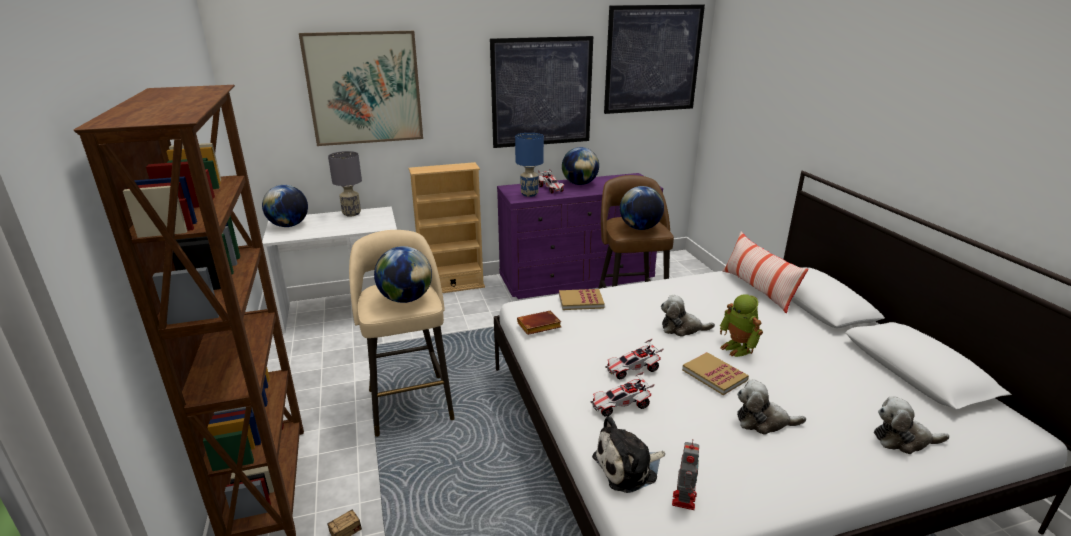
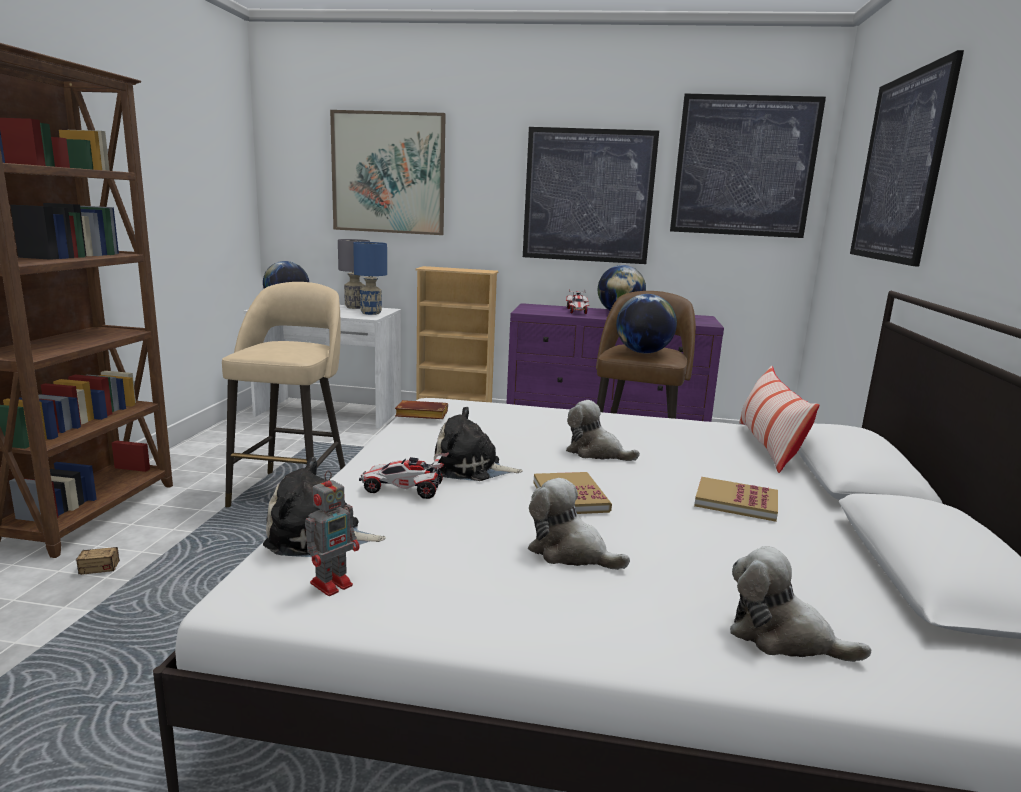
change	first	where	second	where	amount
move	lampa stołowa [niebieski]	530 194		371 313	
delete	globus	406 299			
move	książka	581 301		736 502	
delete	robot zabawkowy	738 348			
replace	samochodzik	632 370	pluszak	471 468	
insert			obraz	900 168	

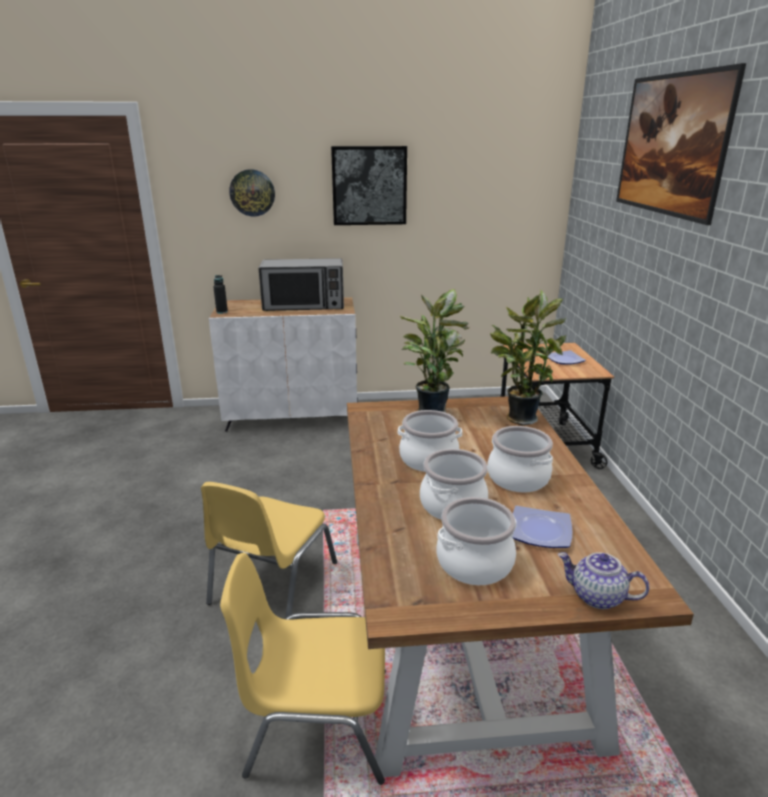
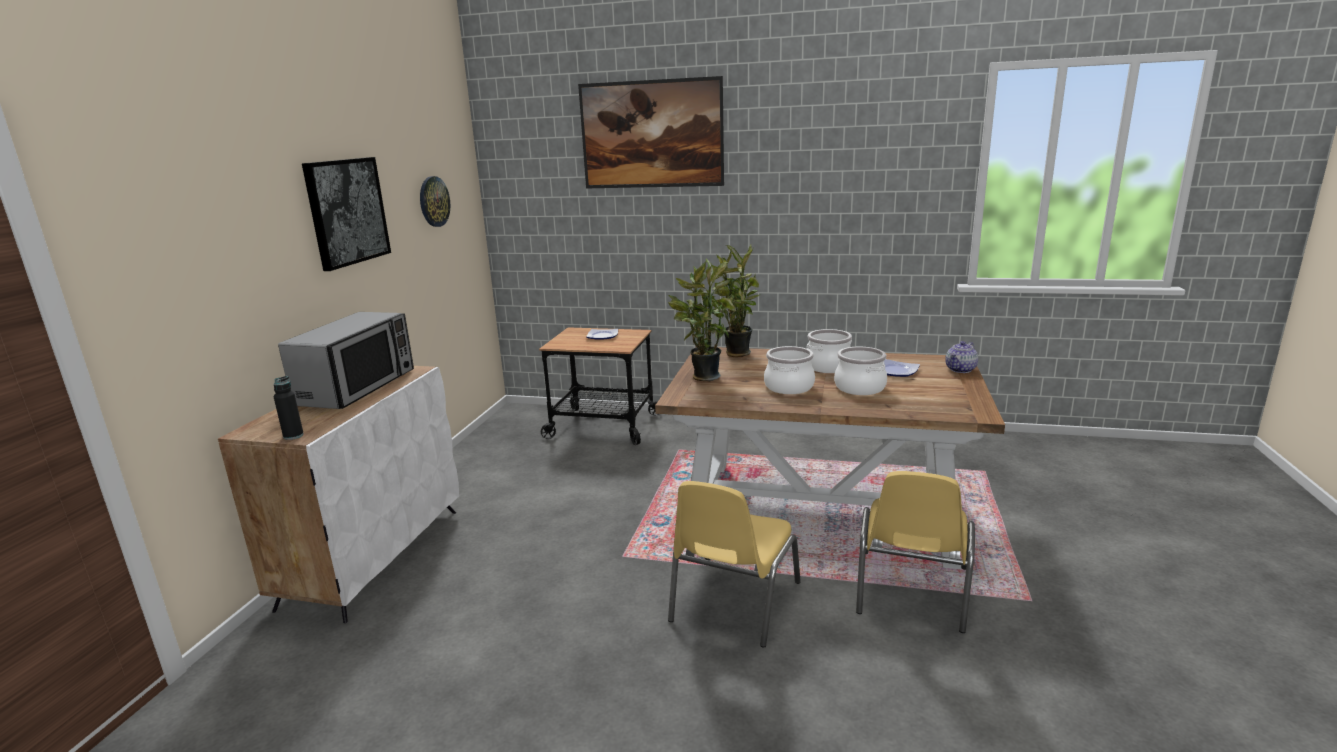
change	first	where	second	where	amount
move	zegar ścienny	252 193		433 201	
rotate	krzesło [żółty]	271 584		733 602	75 degrees clockwise
delete	garnek	475 563			

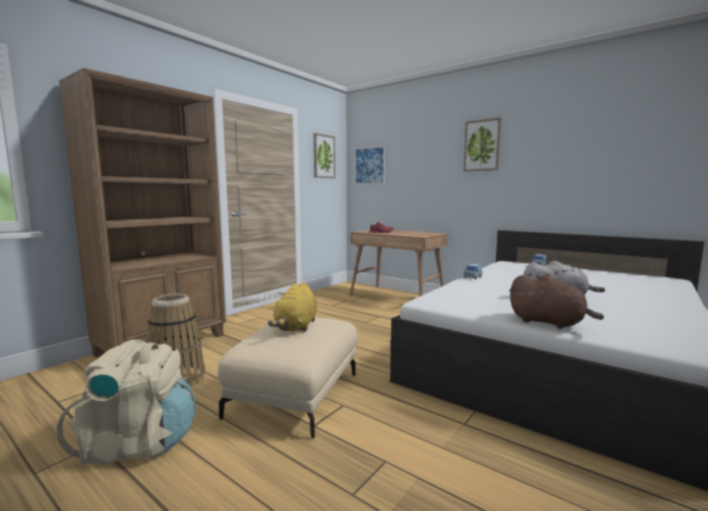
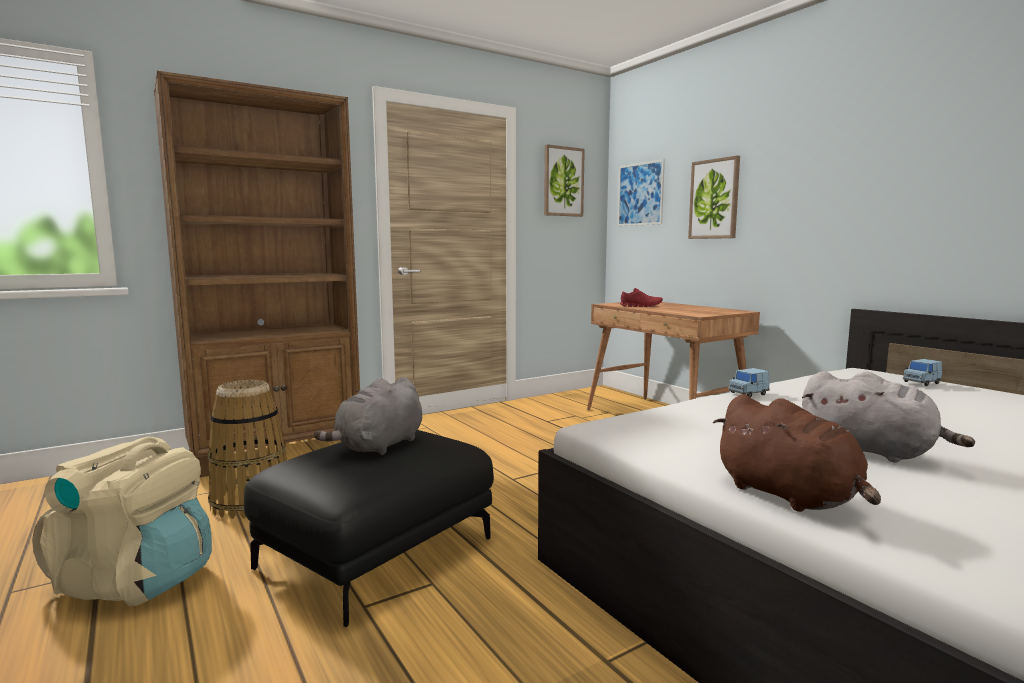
change	first	where	second	where	amount
move	obraz	482 145		714 199	
recolor	pluszak [żółty]	296 327	pluszak [szary]	379 446	
recolor	pufa [beżowy]	296 396	pufa [czarny]	378 555	

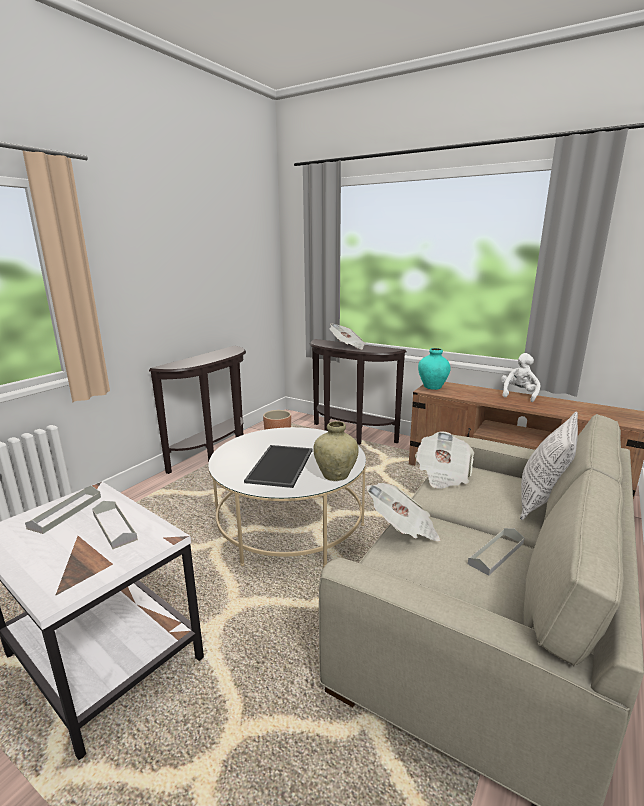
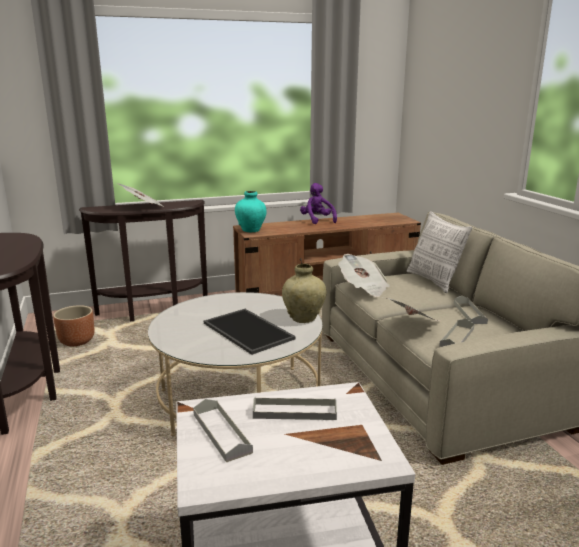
change	first	where	second	where	amount
recolor	pluszak [biały]	518 395	pluszak [fioletowy]	317 220	
insert			taca [szary]	457 337	

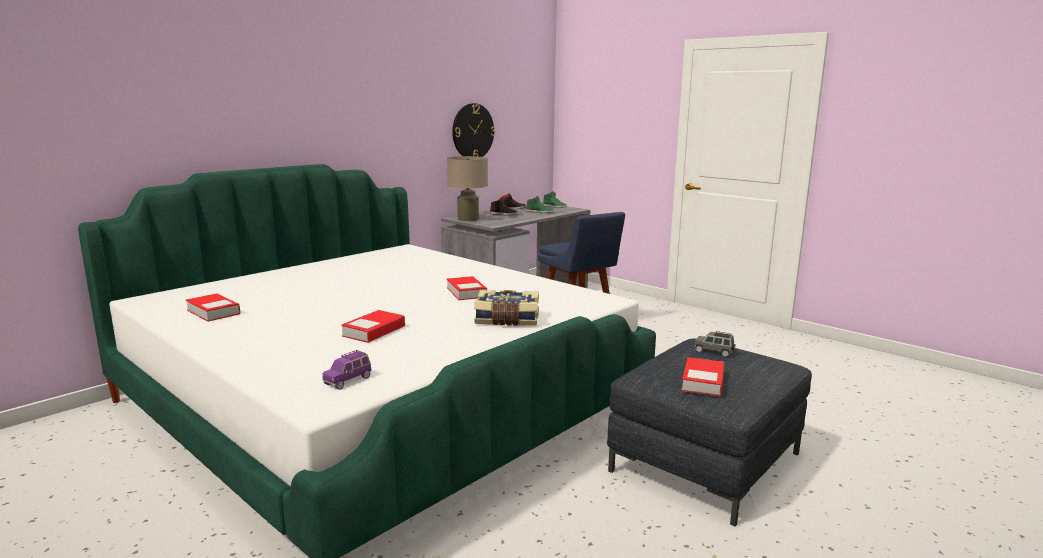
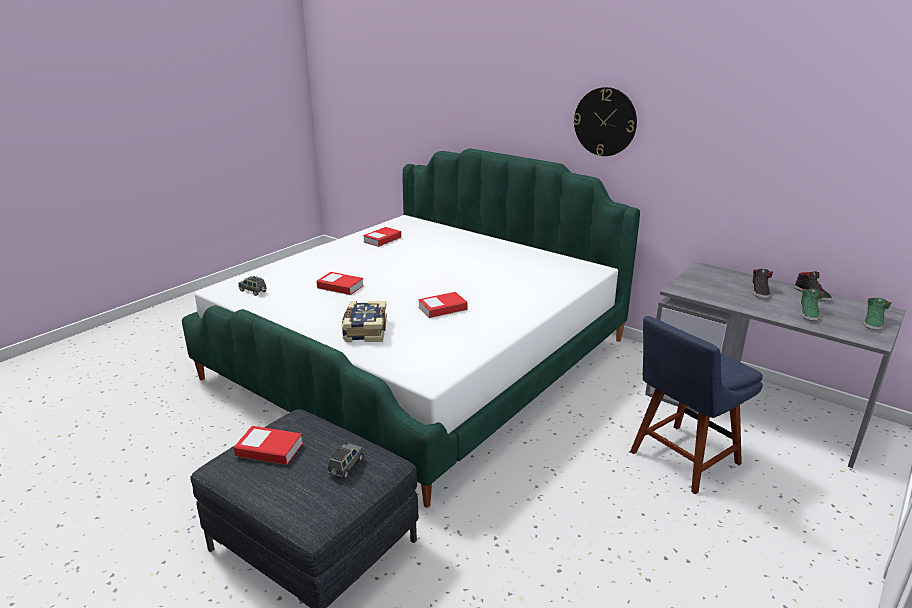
change	first	where	second	where	amount
move	zegar ścienny	473 131		605 122	
delete	lampa stołowa [beżowy]	468 219			
recolor	samochodzik [fioletowy]	348 380	samochodzik [szary]	253 291	

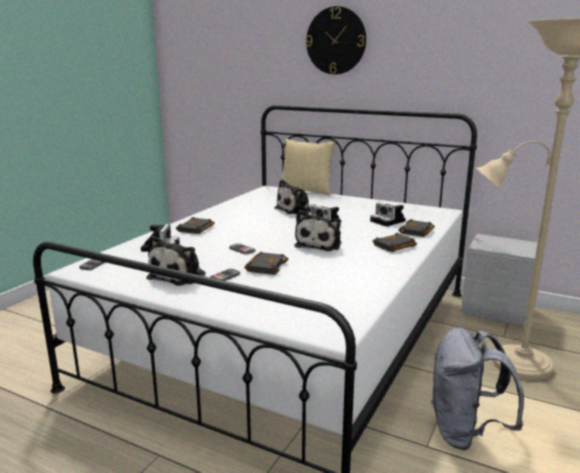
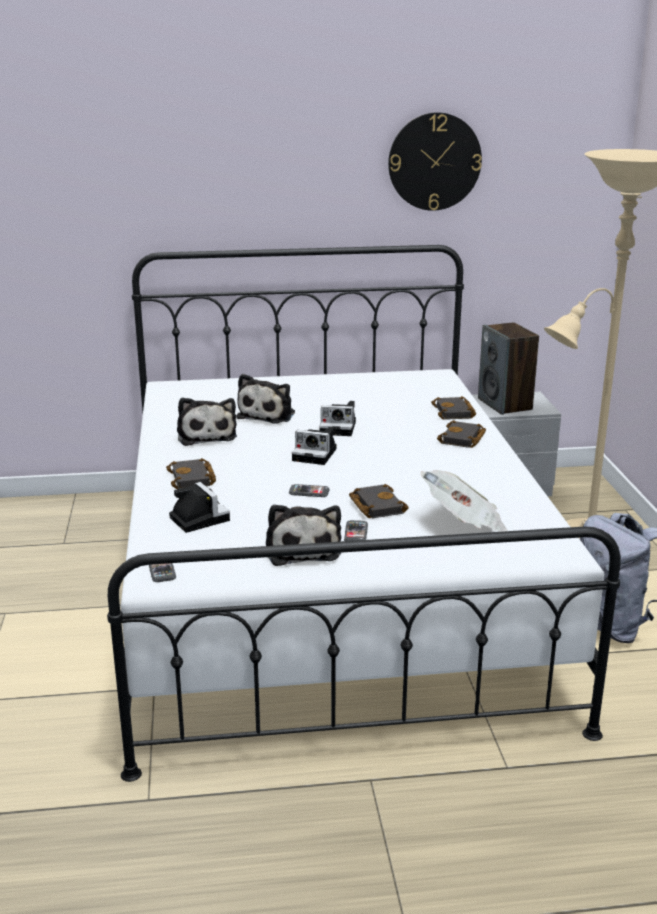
change	first	where	second	where	amount
move	zegar ścienny	336 41		434 162	
delete	poduszka	306 191			
move	aparat fotograficzny	389 221		316 454	
move	pluszak	319 244		206 435	
insert			głośnik	505 404	
insert			gazeta	464 523	

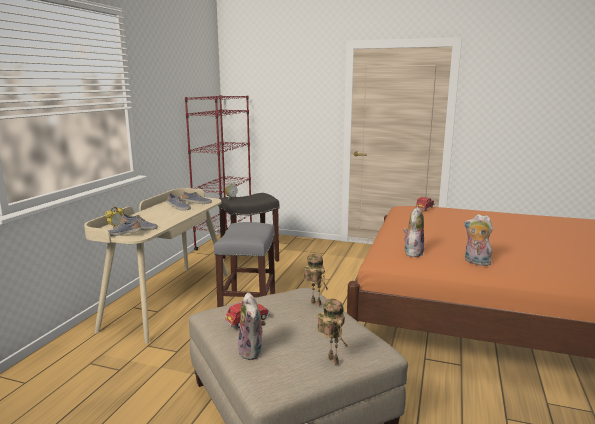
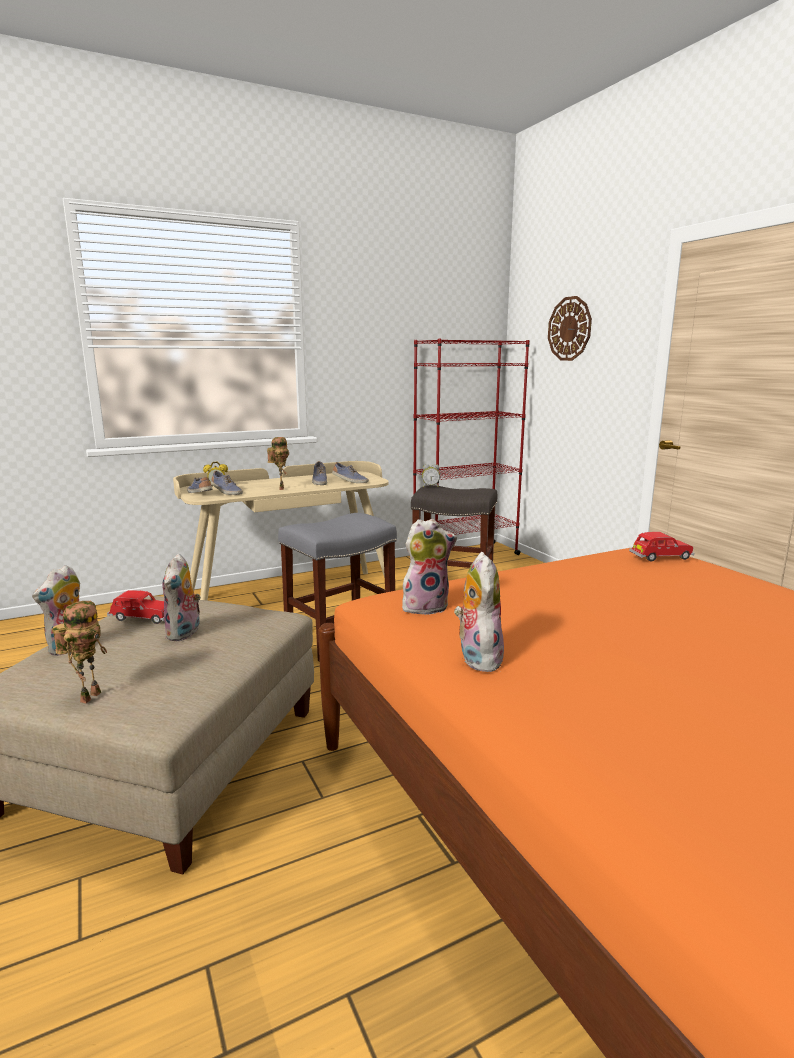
change	first	where	second	where	amount
move	robot zabawkowy	314 304		280 488	
insert			zegar ścienny	569 329	
insert			pluszak	185 633	

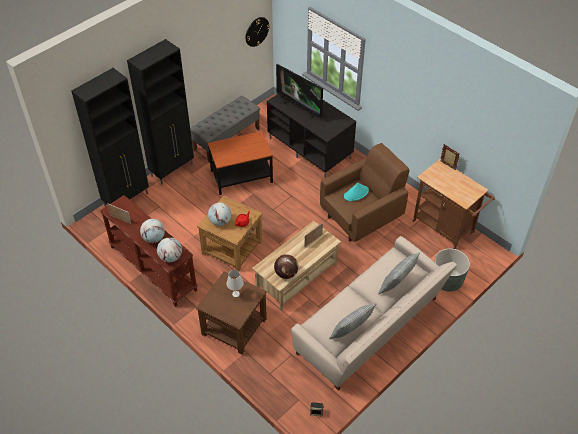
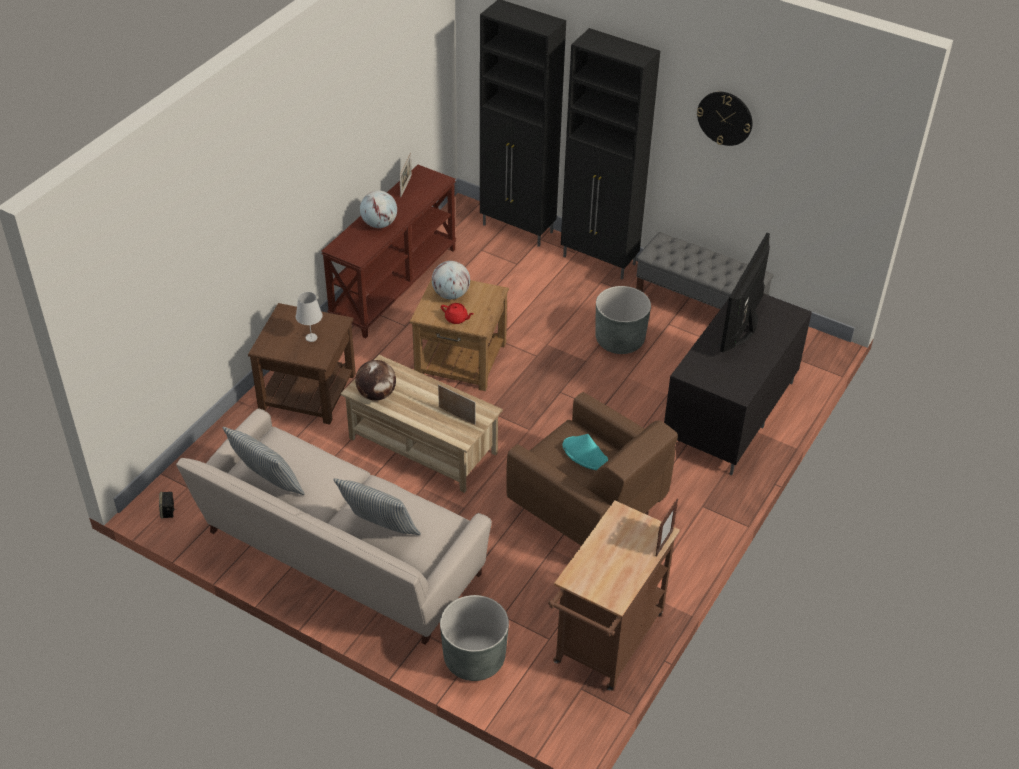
change	first	where	second	where	amount
move	zegar ścienny	256 31		725 118	
replace	stolik	241 176	donica [szary]	619 340	
delete	globus	170 257			

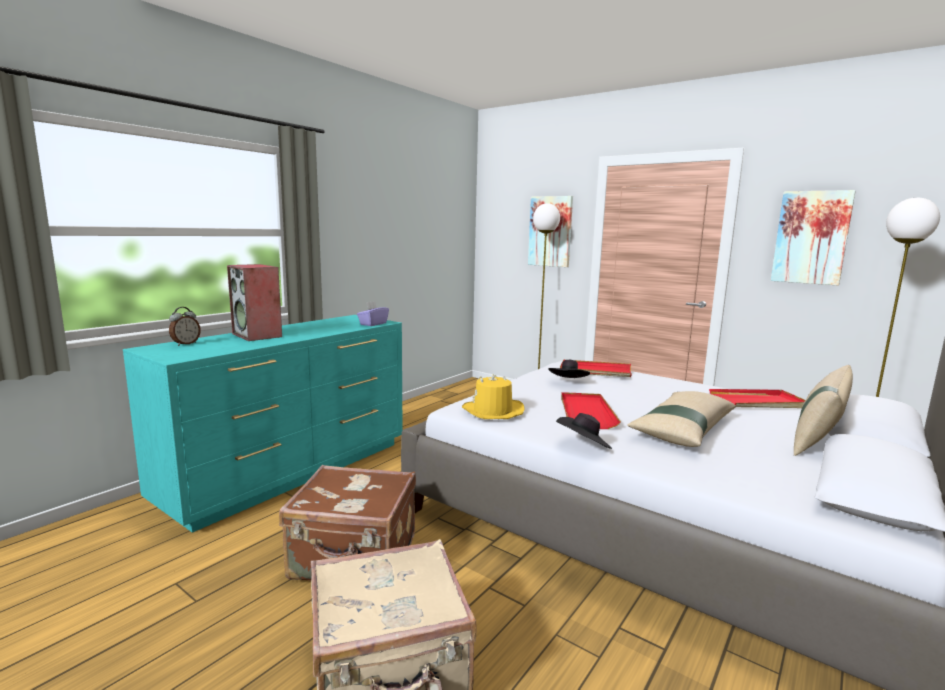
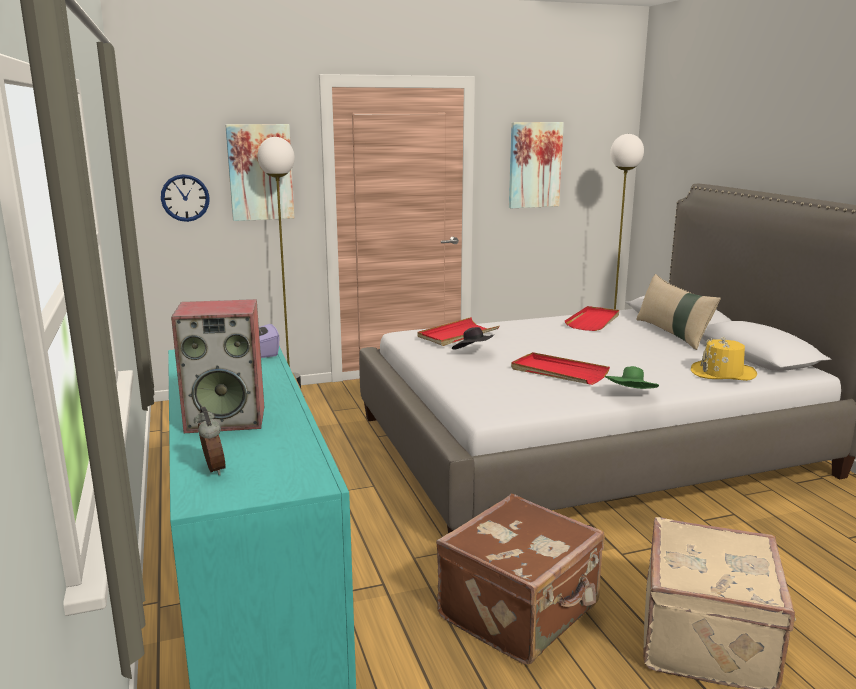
change	first	where	second	where	amount
move	kapelusz [żółty]	493 411		722 373	
delete	poduszka [beżowy]	682 429			
recolor	kapelusz [czarny]	584 446	kapelusz [zielony]	631 395	
insert			zegar ścienny	185 198	

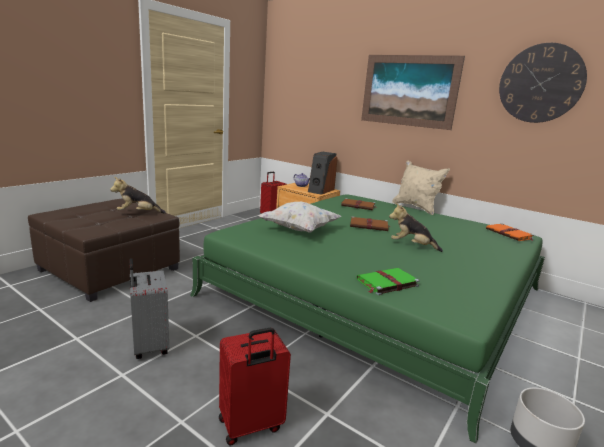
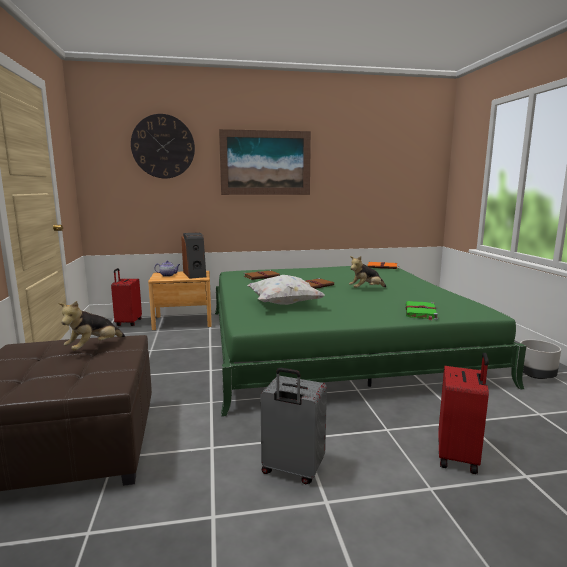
change	first	where	second	where	amount
move	zegar ścienny	540 83		163 146	
delete	poduszka [beżowy]	415 208			

